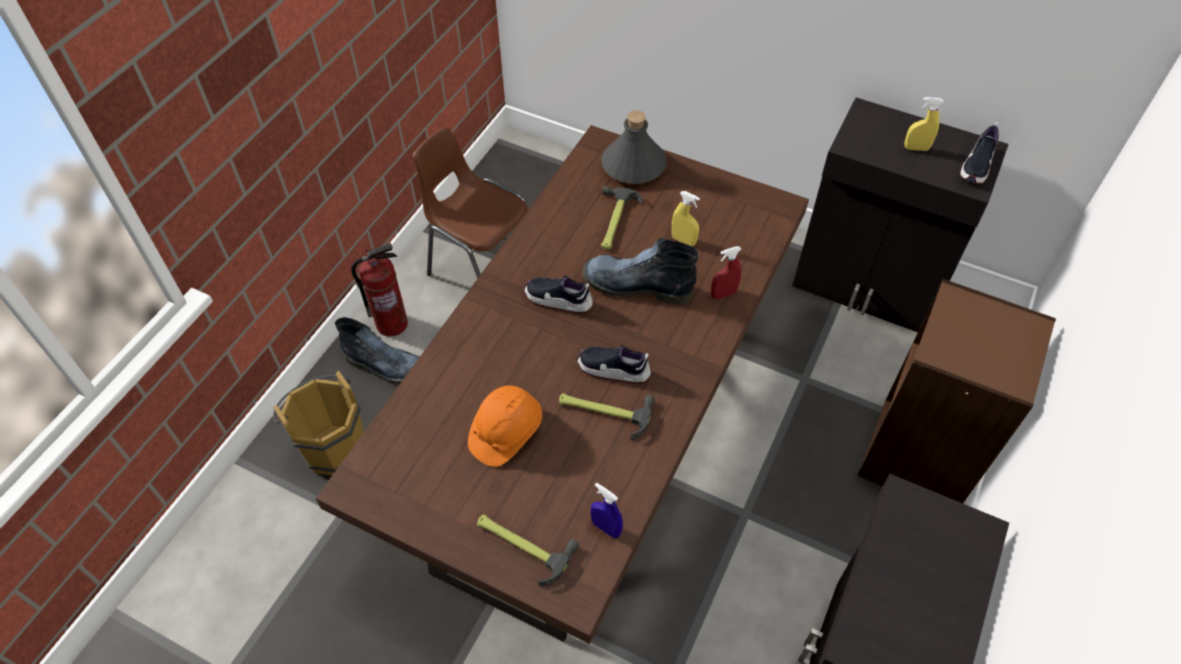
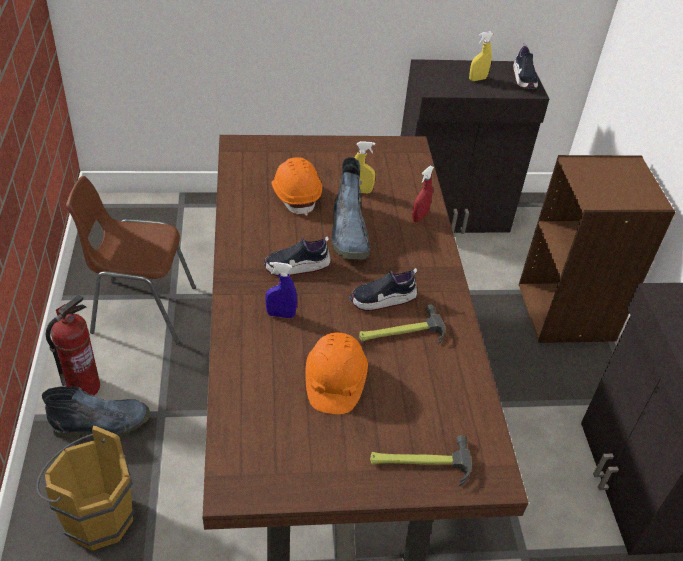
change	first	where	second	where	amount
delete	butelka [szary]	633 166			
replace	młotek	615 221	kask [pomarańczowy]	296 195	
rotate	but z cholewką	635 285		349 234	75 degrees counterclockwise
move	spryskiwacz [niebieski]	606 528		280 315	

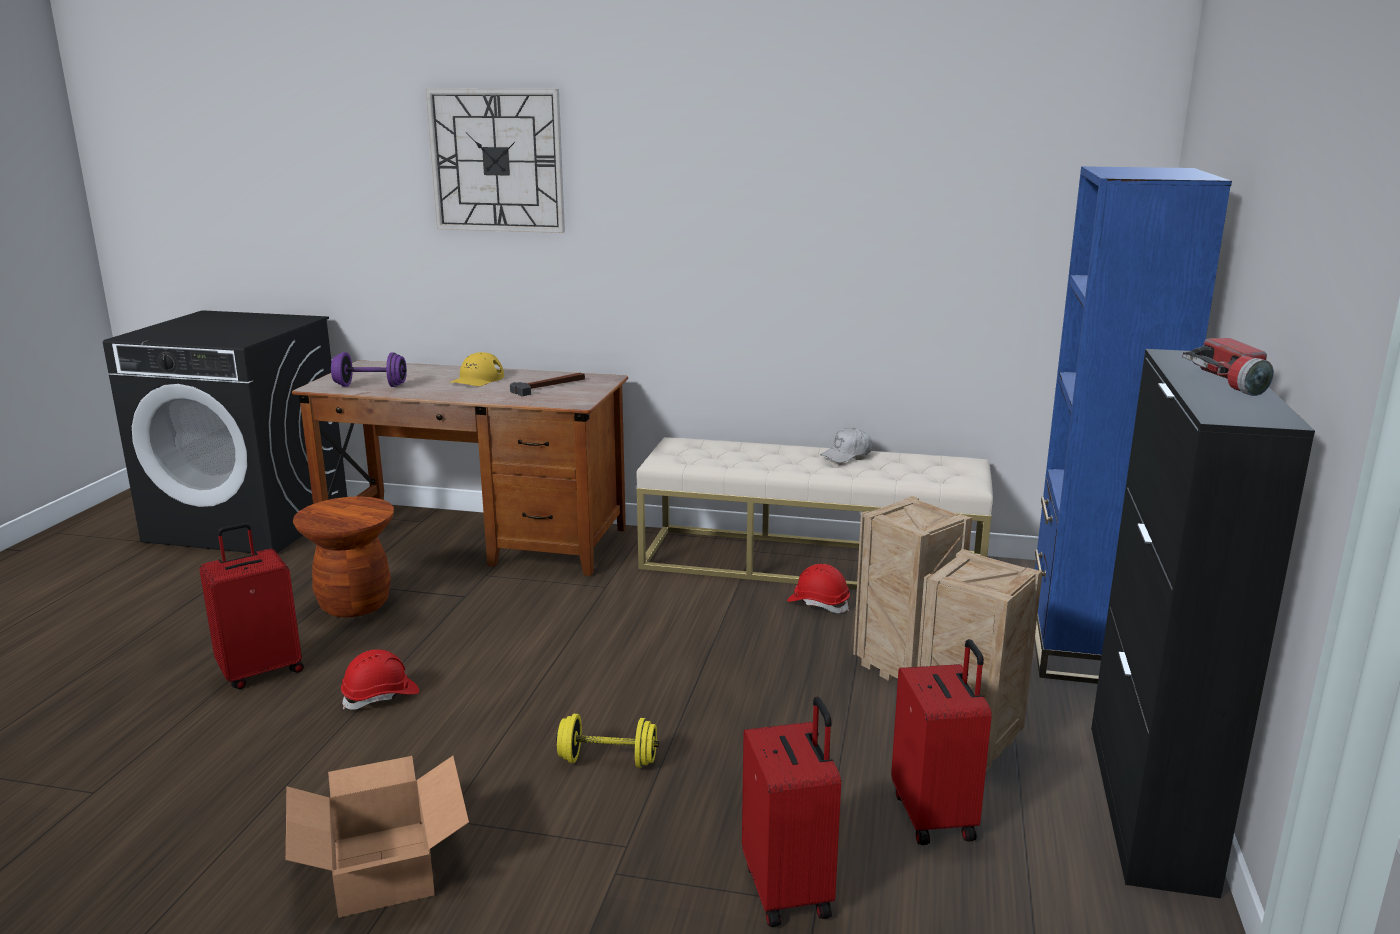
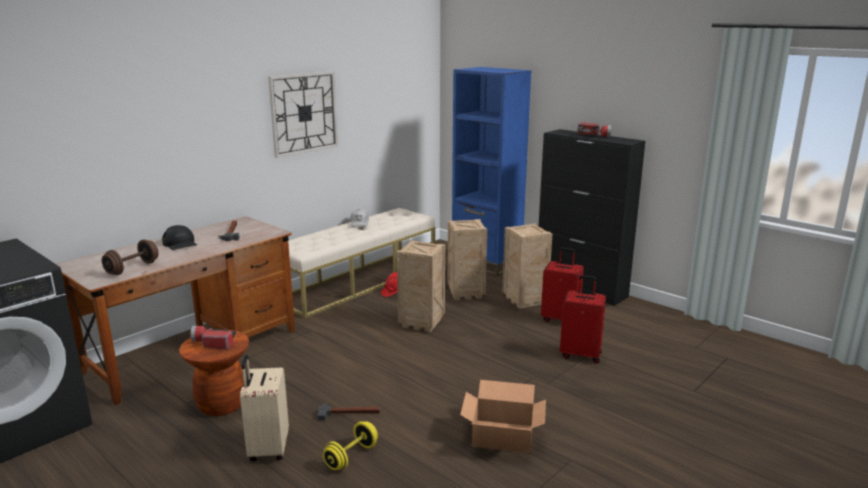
change	first	where	second	where	amount
move	zegar ścienny	497 161		304 113	
recolor	hantel [fioletowy]	370 386	hantel [brązowy]	132 268	
recolor	czapka z daszkiem [żółty]	477 379	czapka z daszkiem [czarny]	180 243	
recolor	walizka [czerwony]	261 671	walizka [beżowy]	267 449	
replace	kask [czerwony]	381 697	młotek	349 413	
move	hantel [żółty]	608 760		351 457	
insert			skrzynka	422 323	
insert			latarka	212 343	

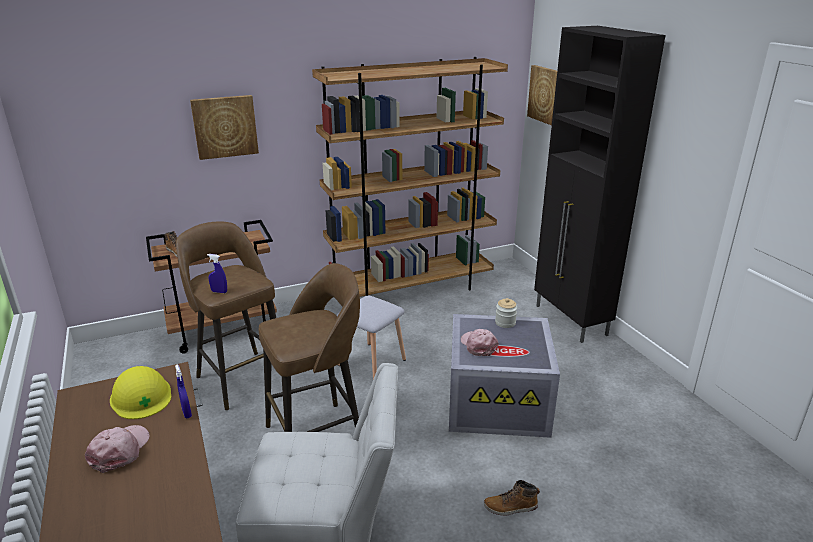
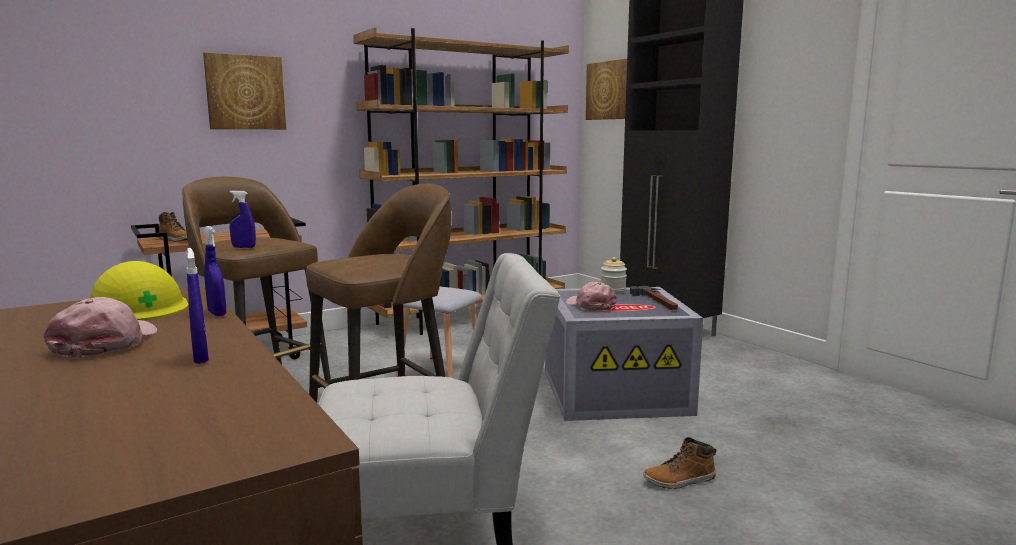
change	first	where	second	where	amount
insert			spryskiwacz [niebieski]	200 358	
insert			młotek	657 301	

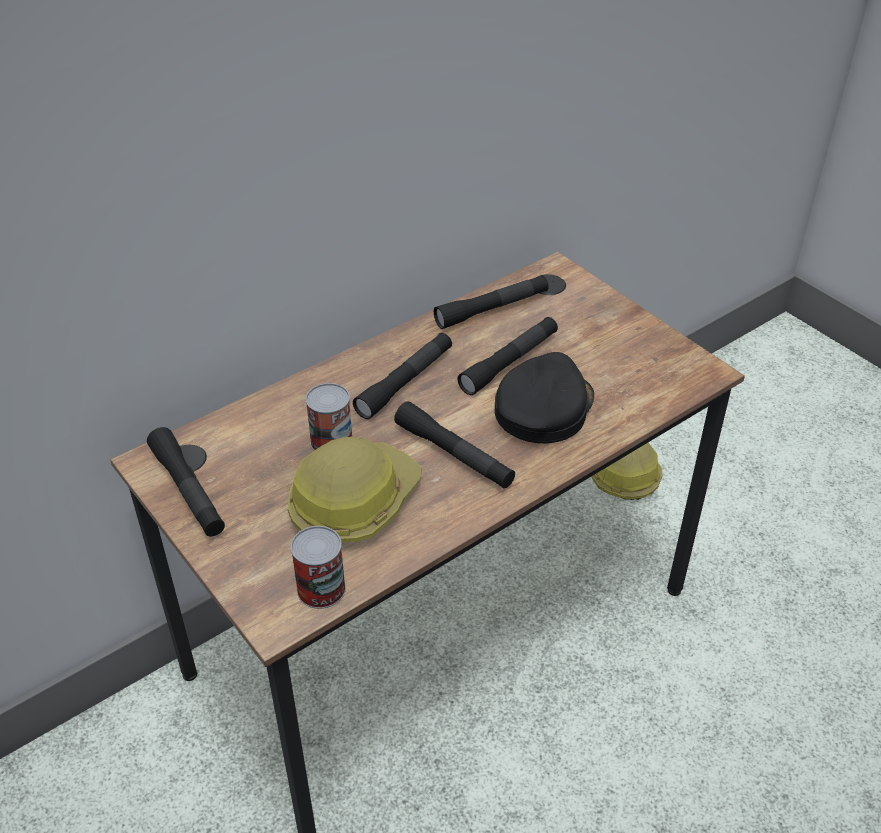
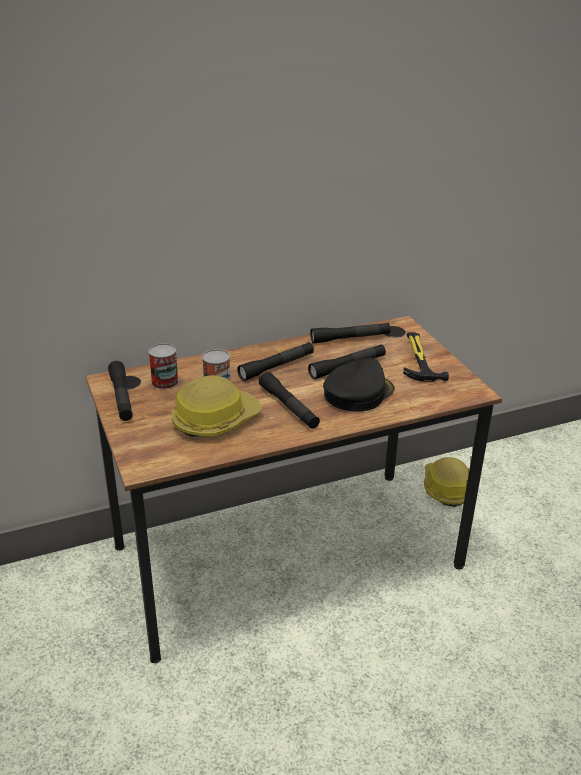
change	first	where	second	where	amount
move	puszka	321 589		165 382	
insert			młotek	419 359	

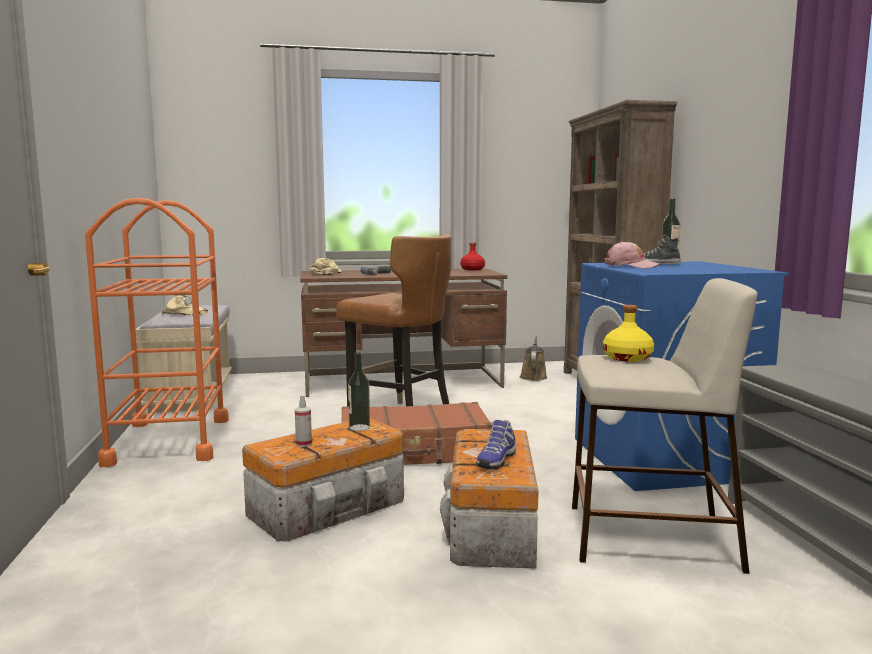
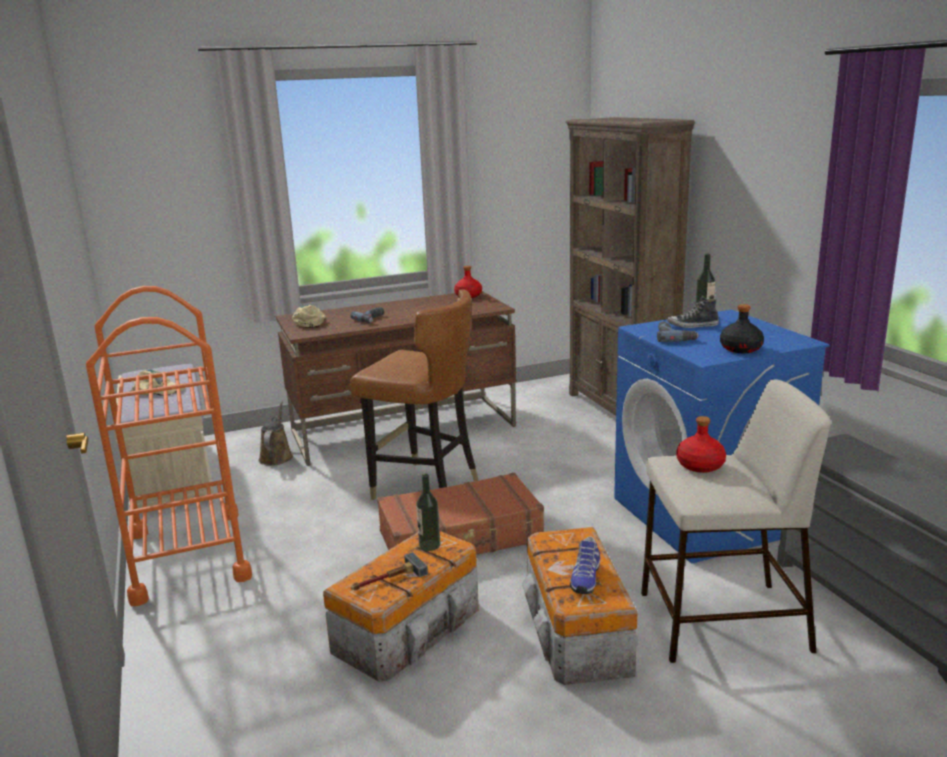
change	first	where	second	where	amount
replace	czapka z daszkiem [różowy]	631 266	wiertarka	674 337	
recolor	butelka [żółty]	628 358	butelka [czerwony]	700 465	
move	konewka [brązowy]	533 376		276 456	
replace	spryskiwacz	304 444	młotek	386 579	
insert			butelka [czarny]	741 349	

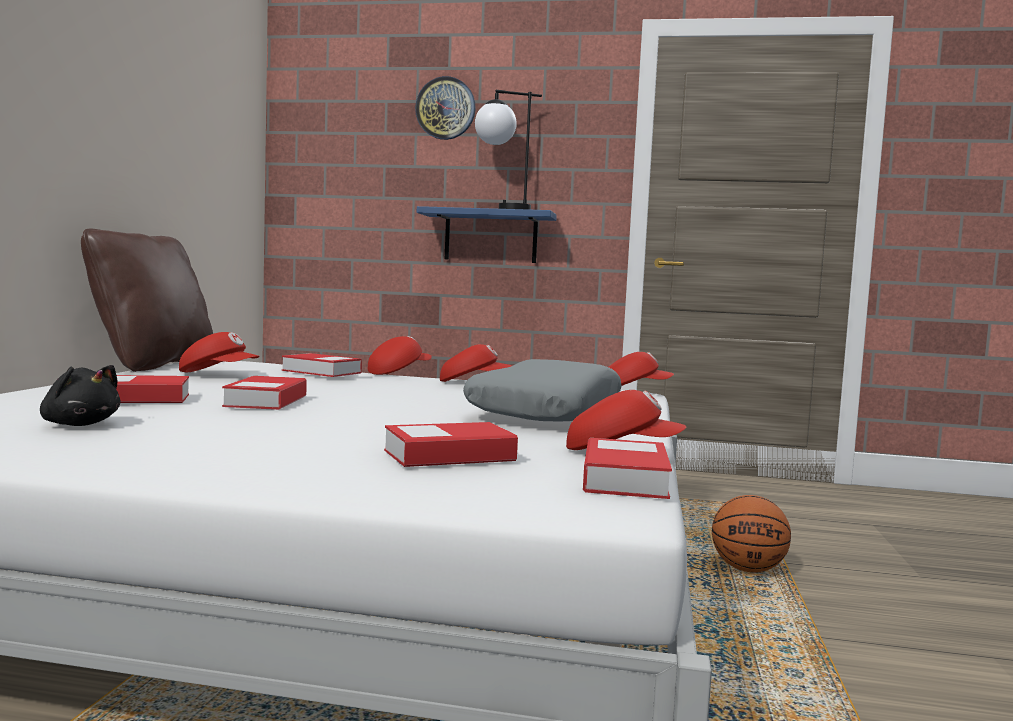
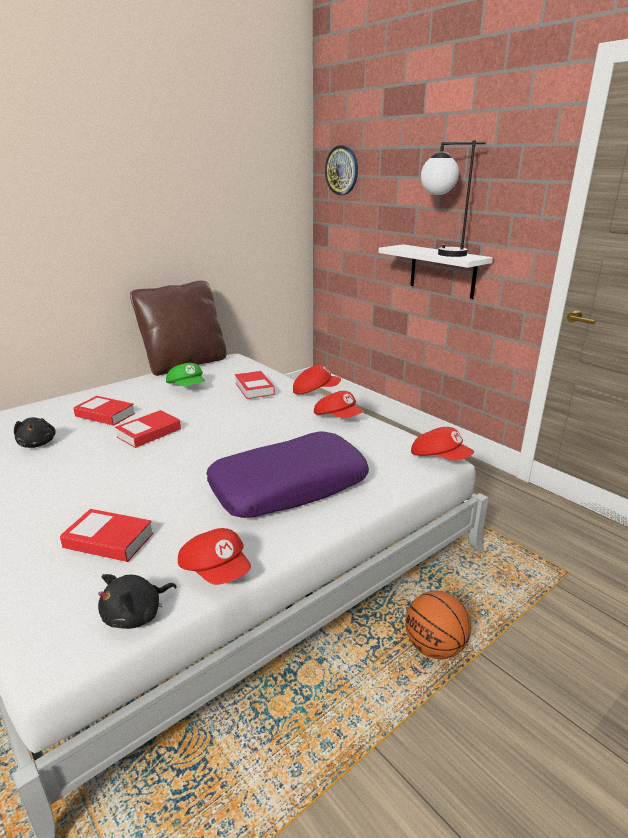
change	first	where	second	where	amount
move	zegar ścienny	445 108		342 170	
recolor	półka [niebieski]	491 236	półka [biały]	442 271	
recolor	czapka z daszkiem [czerwony]	219 374	czapka z daszkiem [zielony]	187 387	
recolor	poduszka [szary]	546 413	poduszka [fioletowy]	289 486	
replace	książka	624 479	pluszak [czarny]	136 615	

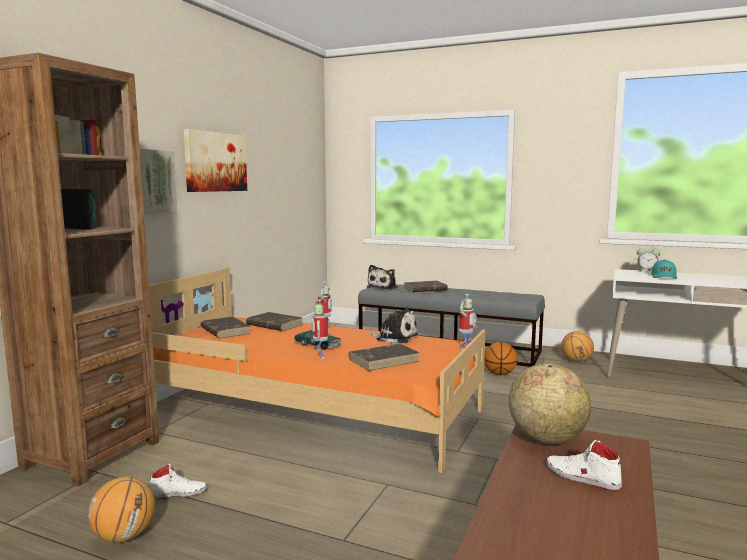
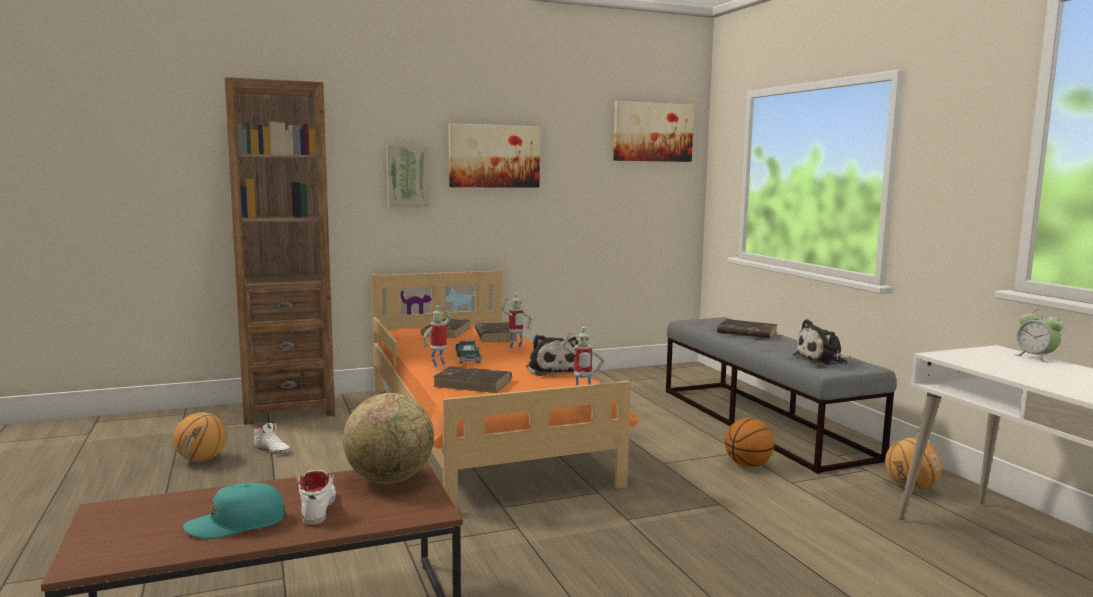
change	first	where	second	where	amount
move	czapka z daszkiem [turkusowy]	664 276		236 524	
move	pluszak	383 287		823 360	
insert			obraz	652 132	

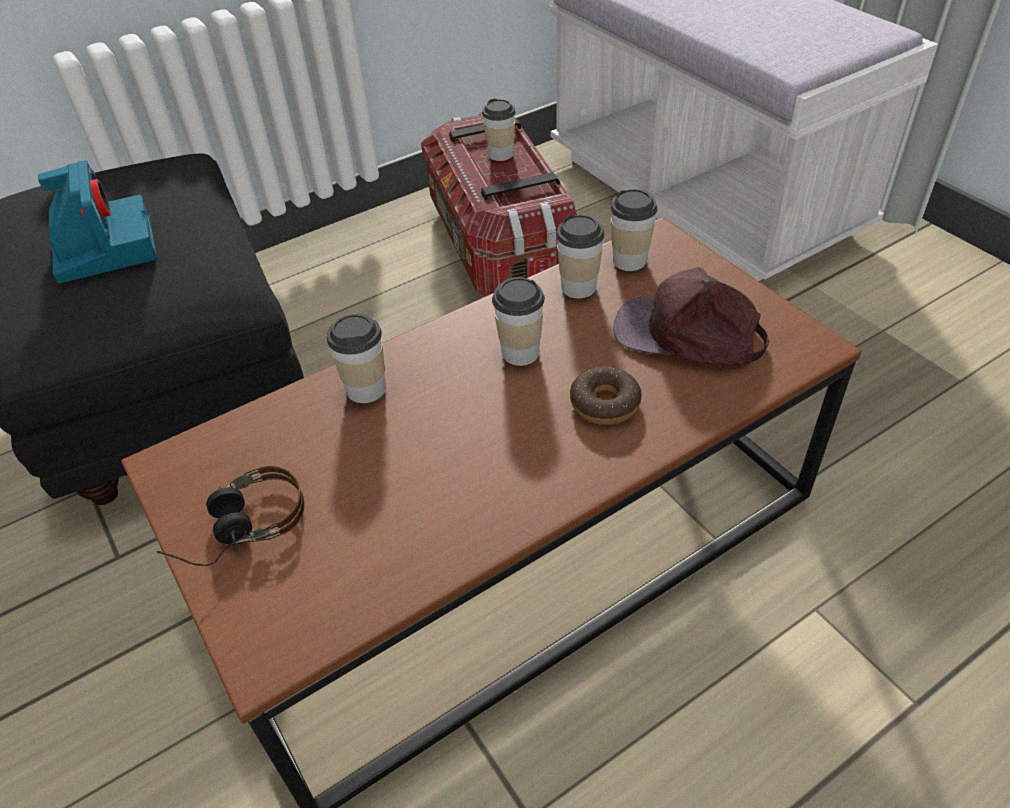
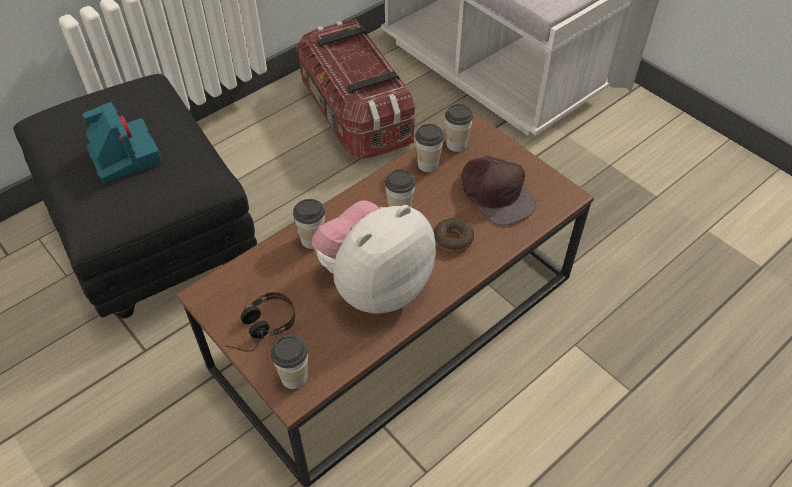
change	first	where	second	where	amount
move	filiżanka	501 154		294 377	
rotate	czapka z daszkiem [brązowy]	688 335		496 193	135 degrees counterclockwise
insert			pluszak	375 285	

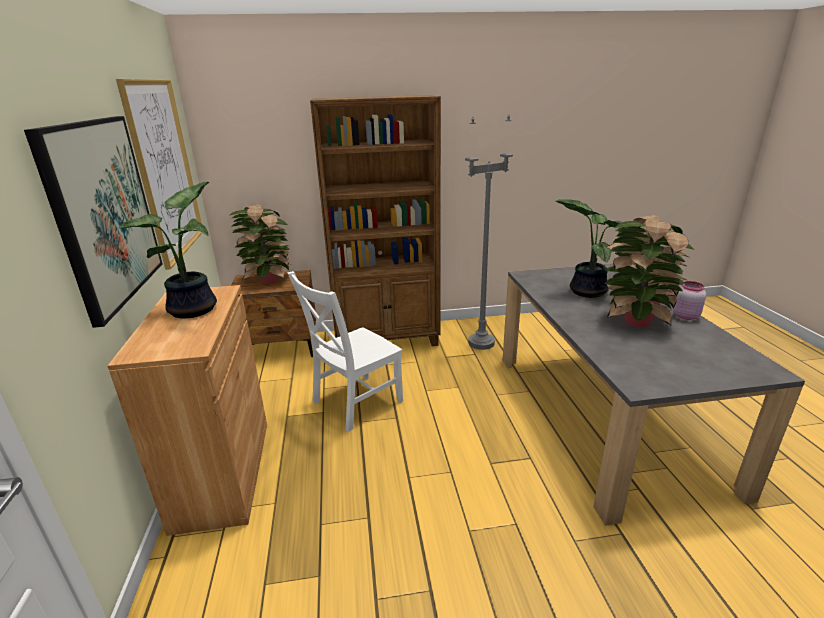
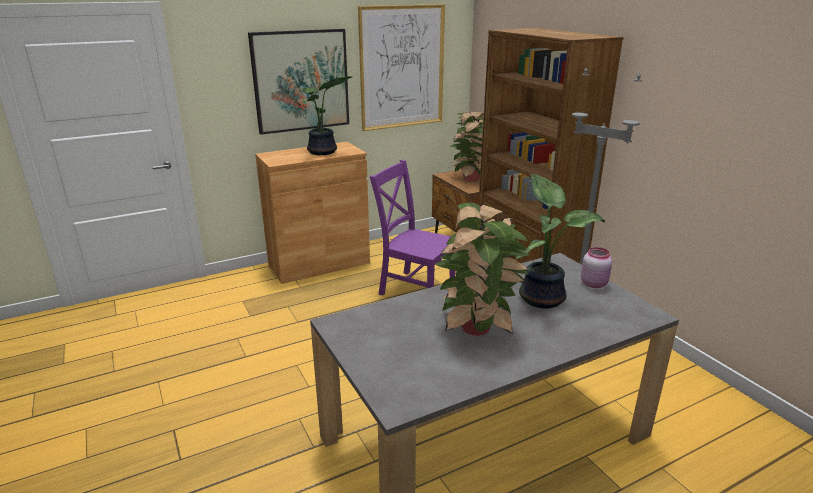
change	first	where	second	where	amount
recolor	krzesło [biały]	354 403	krzesło [fioletowy]	414 288	
move	słoik [różowy]	685 316		594 283	

